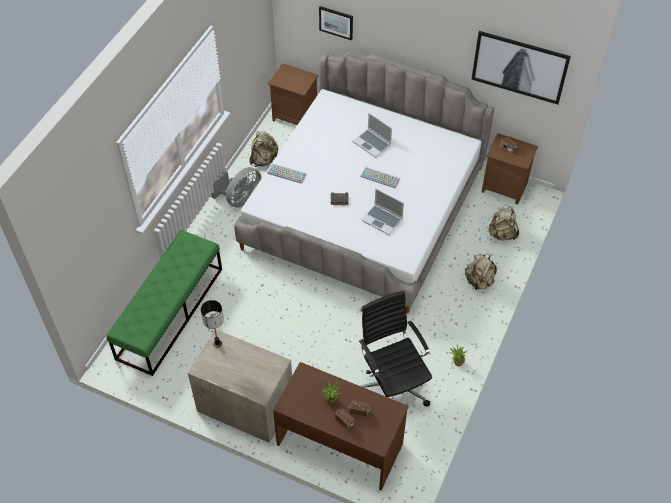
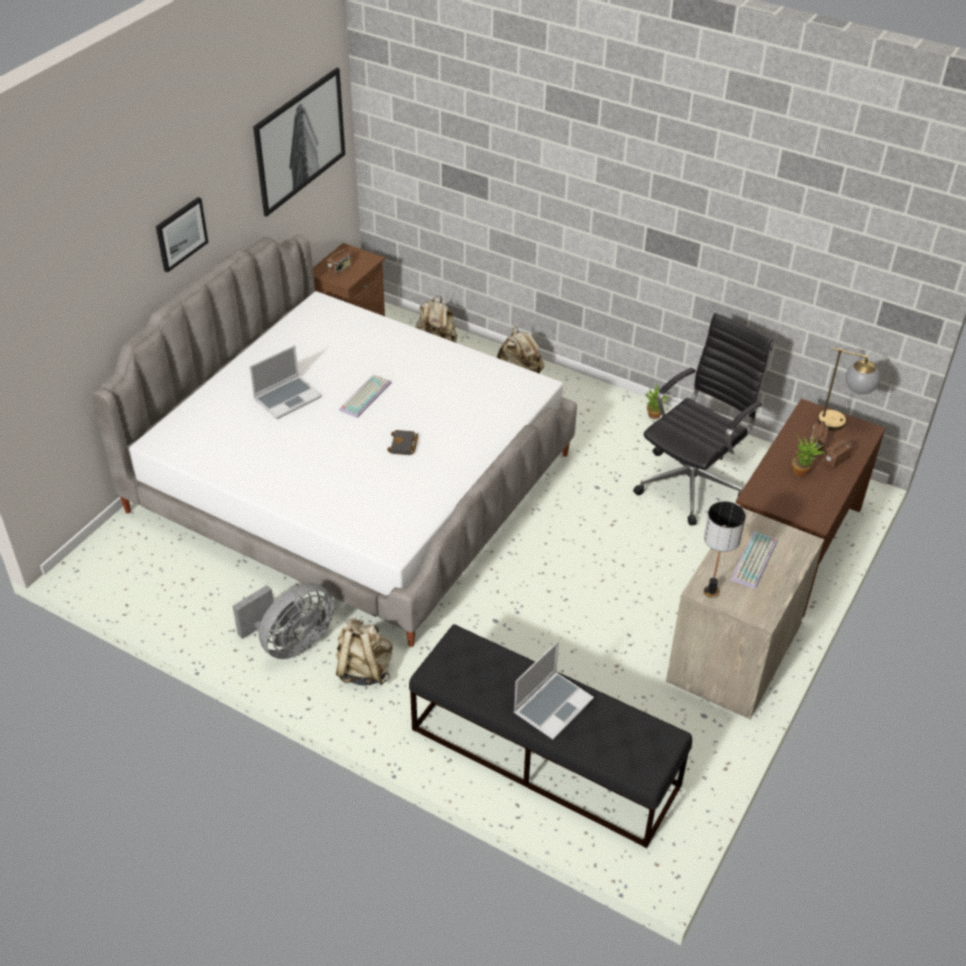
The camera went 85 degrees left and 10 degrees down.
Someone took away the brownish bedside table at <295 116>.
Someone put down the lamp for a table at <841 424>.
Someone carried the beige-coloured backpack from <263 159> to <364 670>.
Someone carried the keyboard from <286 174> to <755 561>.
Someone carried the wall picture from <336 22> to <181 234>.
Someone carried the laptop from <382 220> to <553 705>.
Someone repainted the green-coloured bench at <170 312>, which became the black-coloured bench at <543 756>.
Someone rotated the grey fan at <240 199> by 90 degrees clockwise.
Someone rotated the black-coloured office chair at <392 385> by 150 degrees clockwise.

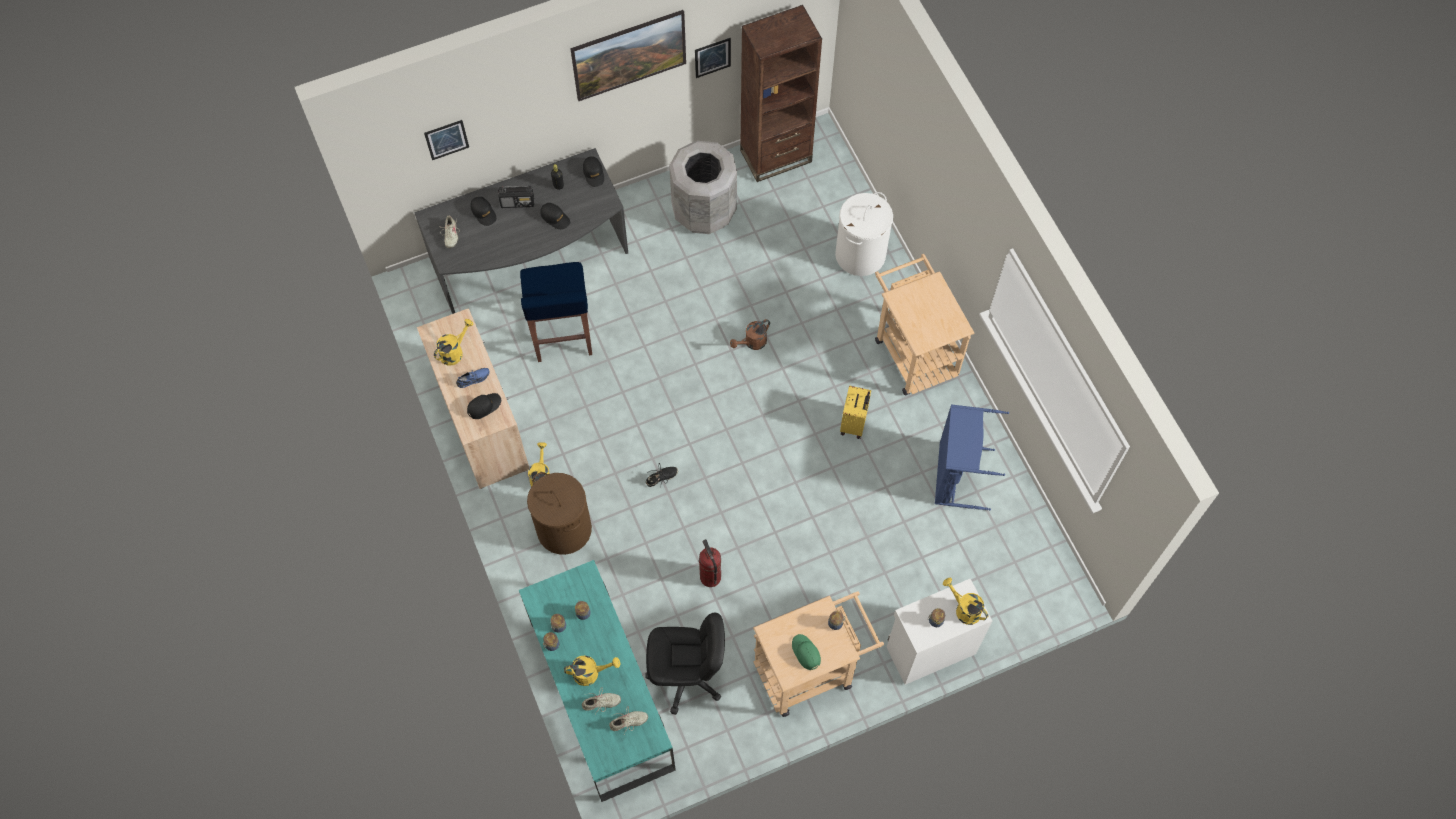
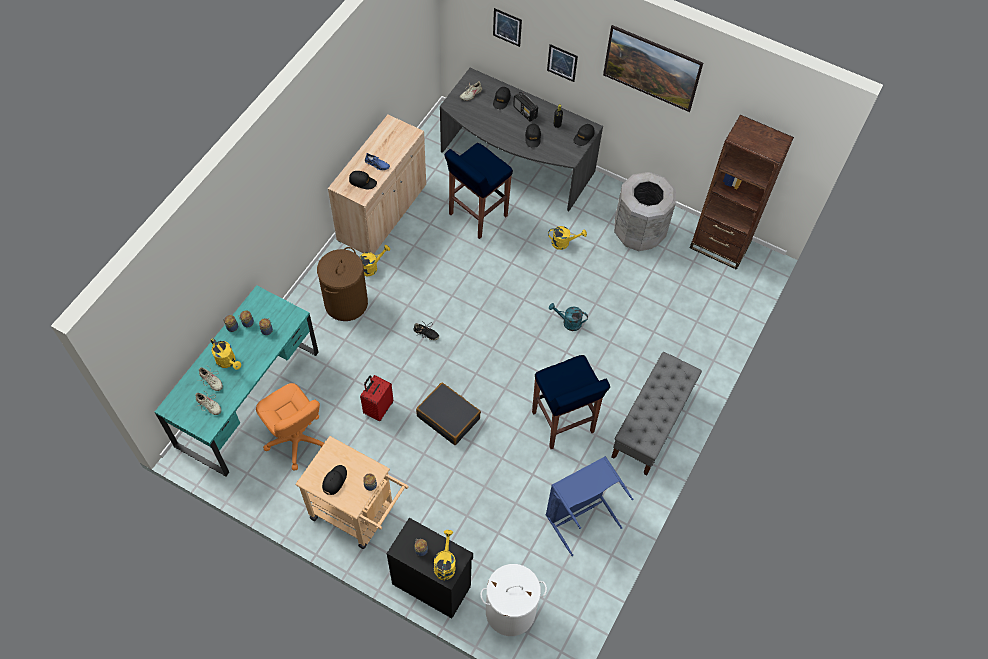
The camera went 50 degrees right and 5 degrees down.
Someone put down the black-coloured suitcase at <448 417>.
Someone carried the yellowish watering pot from <454 351> to <563 243>.
Someone carried the wall picture from <712 57> to <562 63>.
Someone carried the white-coloured hamper from <860 255> to <510 611>.
Someone swapped the fire extinguisher at <710 577> for the reddish suitcase at <378 408>.
Someone swapped the yellowish suitcase at <854 424> for the bluish sitting stool at <563 423>.
Someone swapped the beige-coloured trolley at <912 350> for the grey bench at <651 424>.
Someone repainted the black-coloured office chair at <686 676>, which became the orangey office chair at <296 440>.
Someone repainted the brownish watering pot at <752 343>, which became the turquoise-coloured watering pot at <568 322>.
Someone repainted the green-coloured baseball cap at <806 652>, which became the black-coloured baseball cap at <334 480>.
Someone repainted the white-coloured cabinet at <929 649>, which became the black-coloured cabinet at <431 584>.

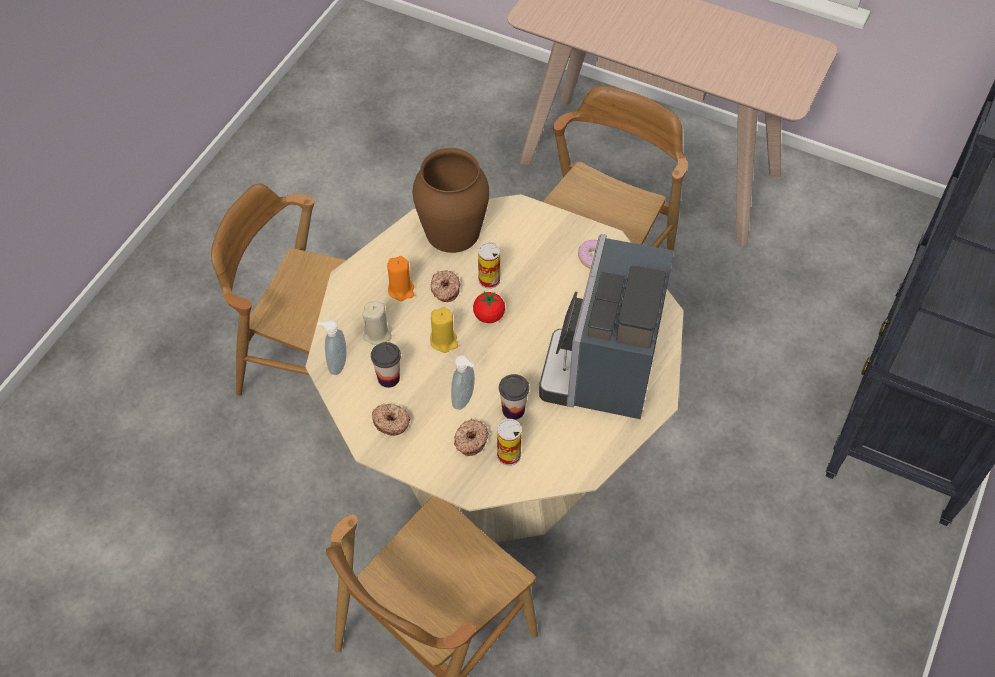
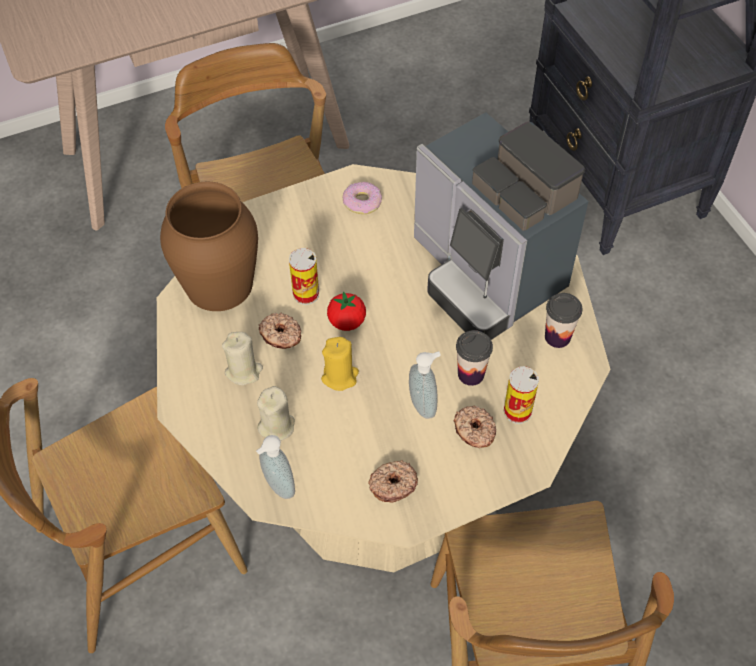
The camera went 50 degrees left and 0 degrees up.
Someone carried the drinking cup from <388 378> to <557 337>.
Someone repainted the orangey wax candle at <401 290>, which became the beige-coloured wax candle at <244 371>.

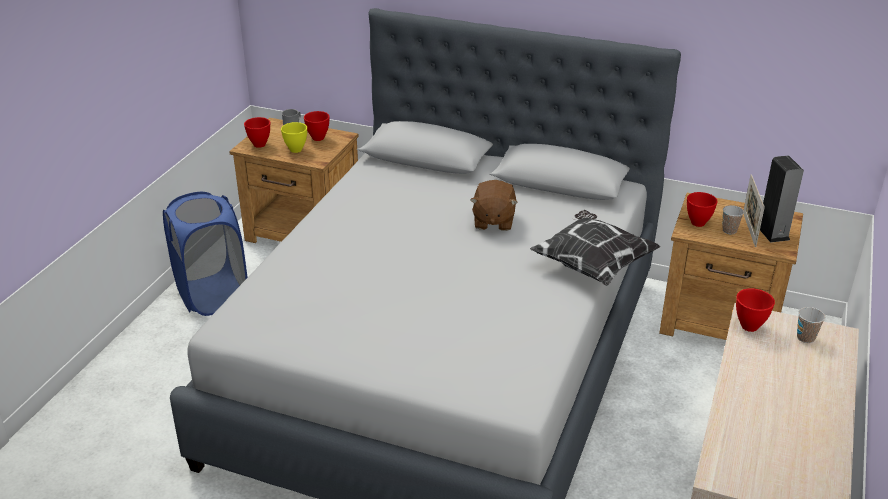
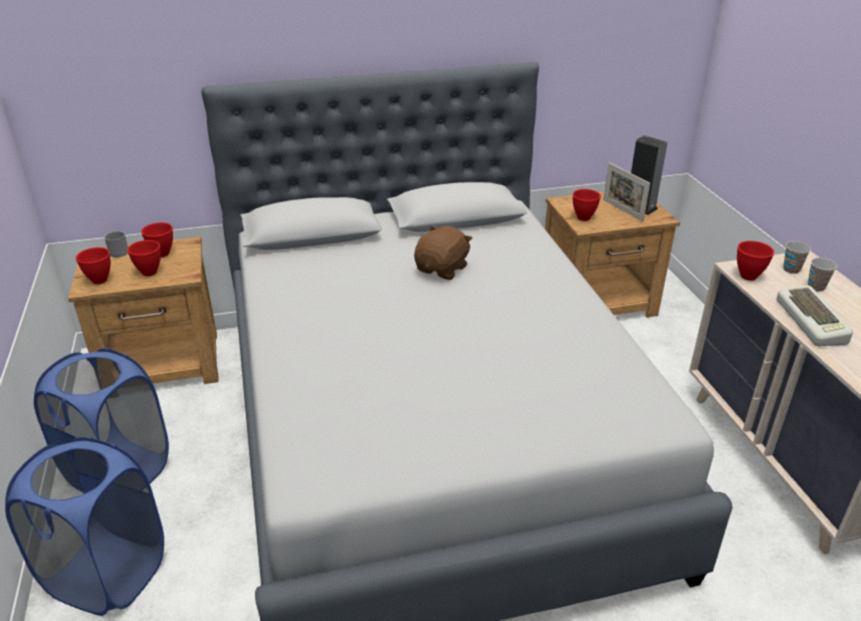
The camera went 35 degrees left and 0 degrees up.
Someone took away the throw pillow at <592 265>.
Someone put down the bluish hamper at <106 575>.
Someone put down the keyboard at <813 322>.
Someone carried the drinking cup from <729 230> to <816 287>.
Someone repainted the yellowish deep dish at <296 150>, which became the reddish deep dish at <150 272>.
Someone rotated the brownish cuddly toy at <493 221> by 120 degrees counterclockwise.

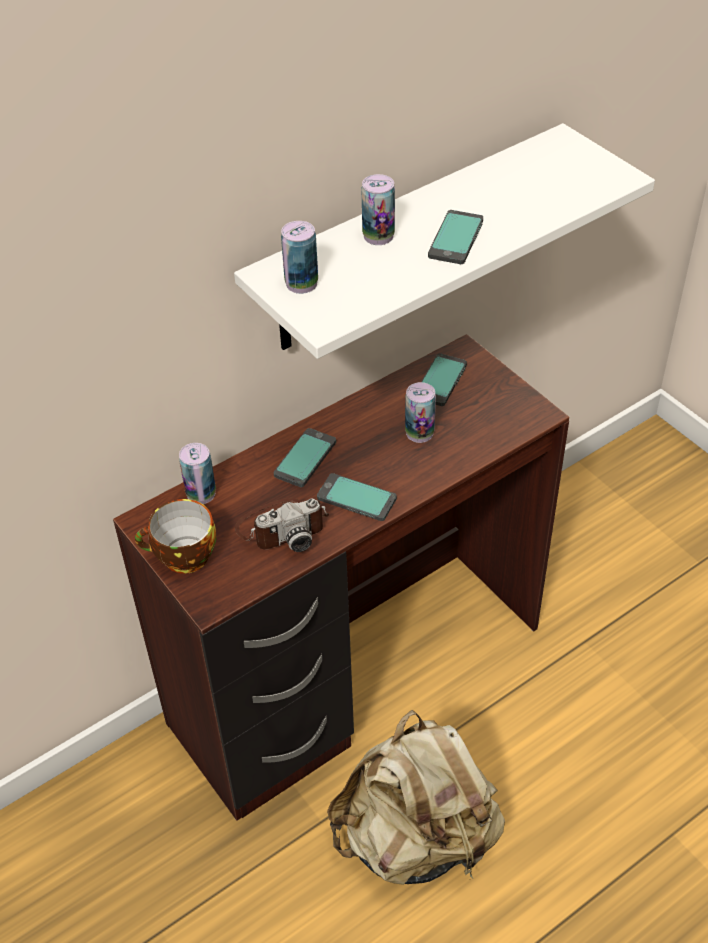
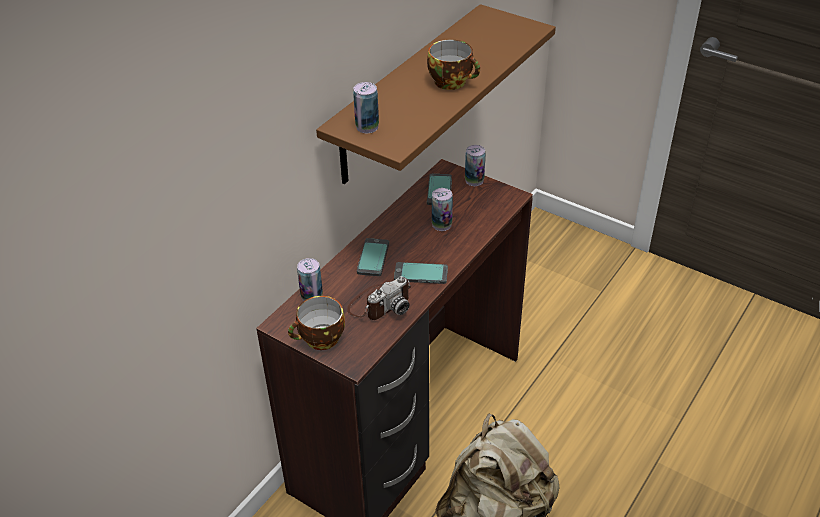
The camera went 20 degrees left and 5 degrees down.
Someone carried the metal can from <378 236> to <474 180>.
Someone swapped the phone at <456 238> for the drinking cup at <452 82>.
Someone repainted the white-coloured wall shelf at <408 240>, which became the brownish wall shelf at <406 95>.

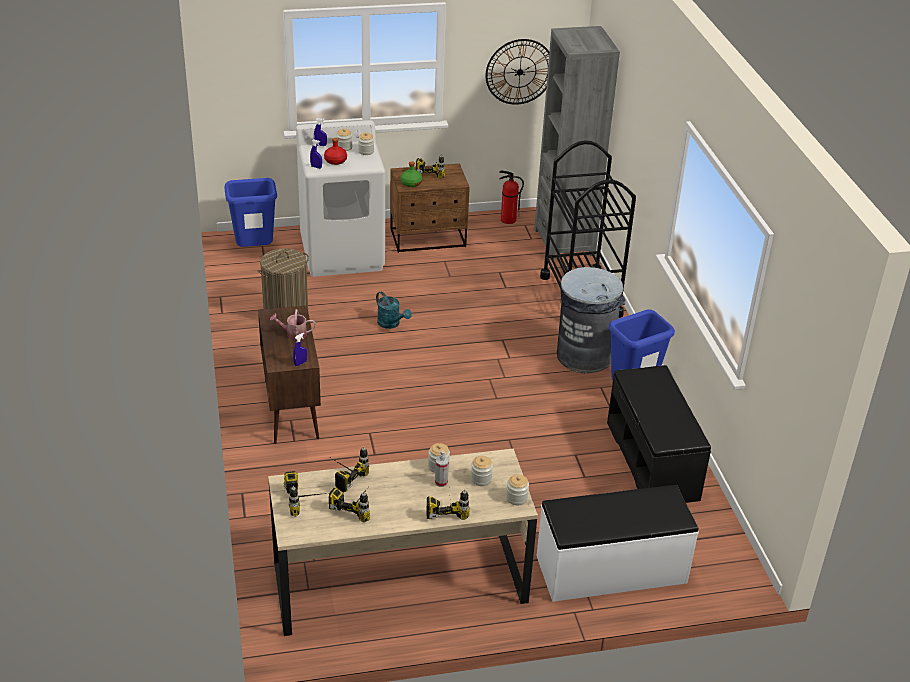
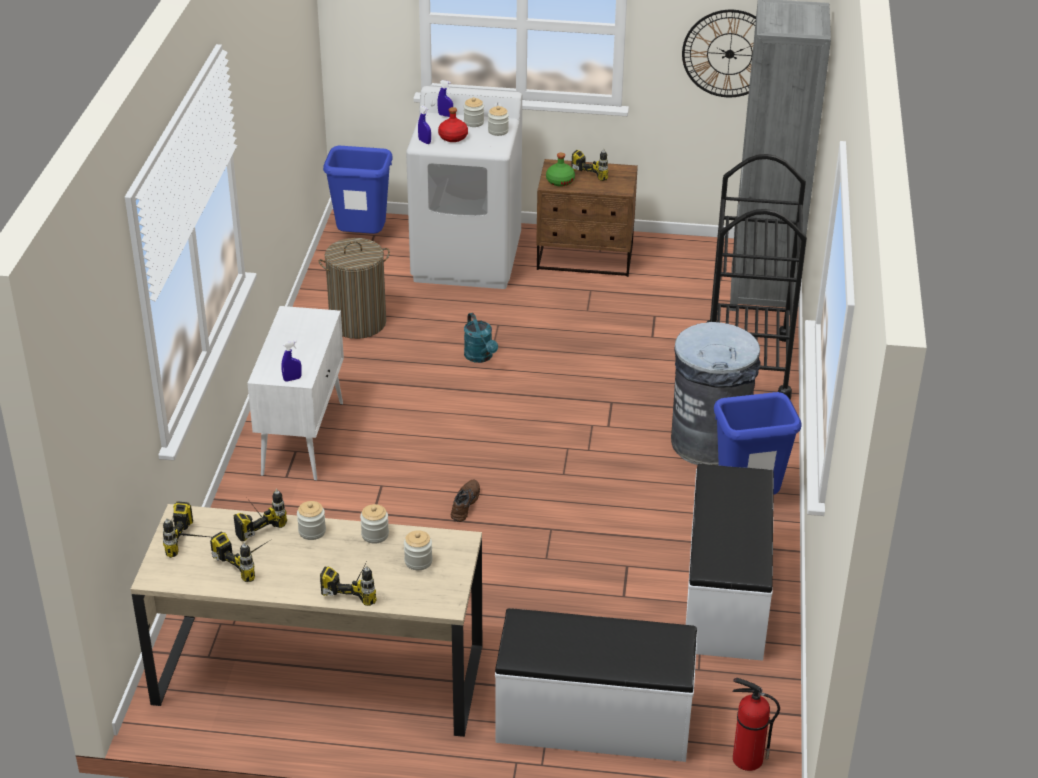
The camera went 20 degrees right and 0 degrees up.
Someone took away the watering pot at <293 334>.
Someone took away the sprayer at <441 482>.
Someone put down the brownish item of footwear at <463 504>.
Someone carried the fire extinguisher from <507 220> to <746 759>.
Someone carried the storage jar from <516 498> to <312 531>.
Someone repainted the brownish cabinet at <291 408>, which became the white-coloured cabinet at <303 437>.
Someone repainted the black-coloured bench at <653 460>, which became the white-coloured bench at <727 594>.

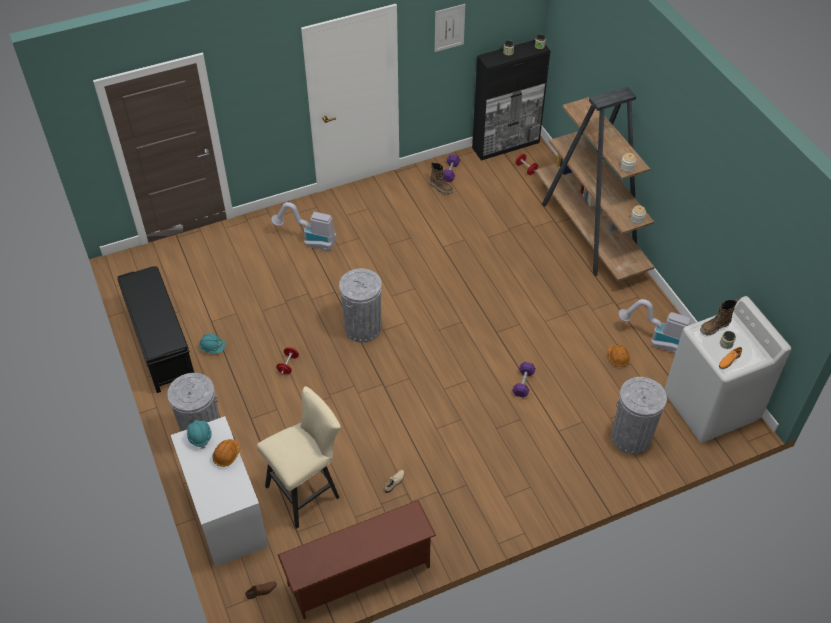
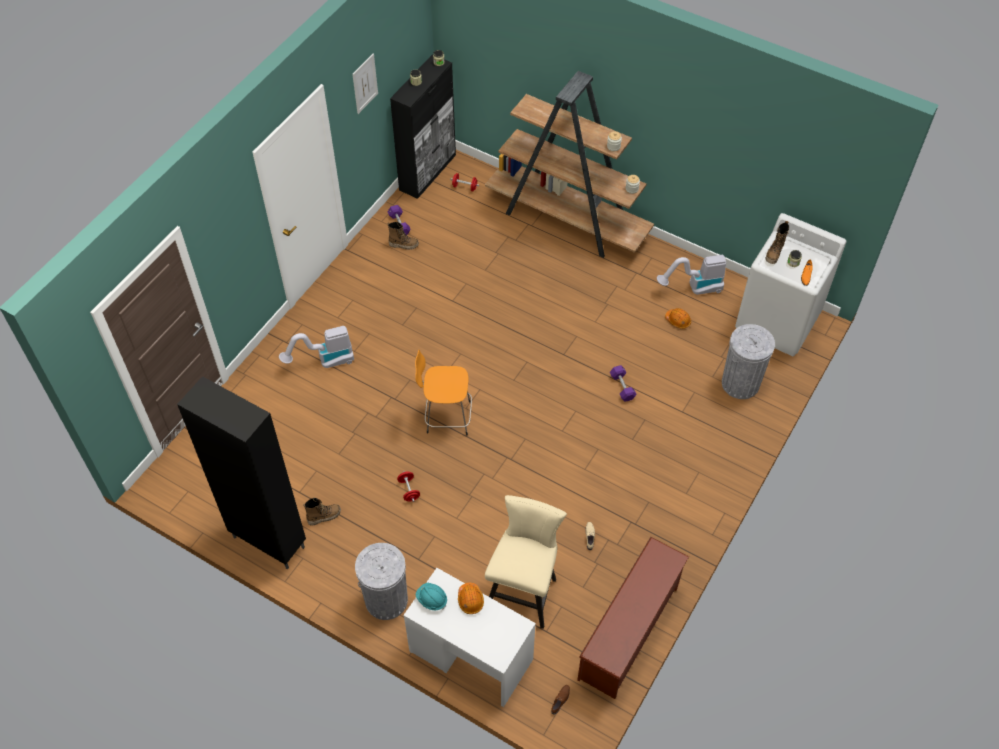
The camera went 35 degrees left and 5 degrees up.
Someone swapped the black-coloured bench at <160 343> for the black-coloured cabinet at <268 541>.
Someone swapped the turquoise-coloured safety helmet at <213 348> for the tall boot at <324 516>.
Someone swapped the grey rubbish bin at <363 328> for the orangey sitting stool at <446 417>.

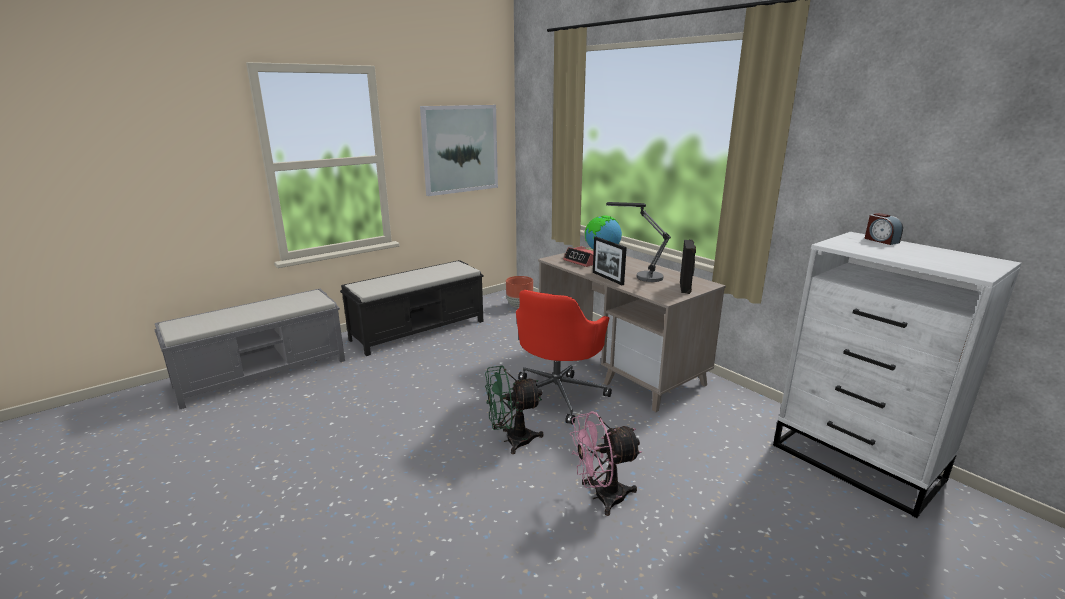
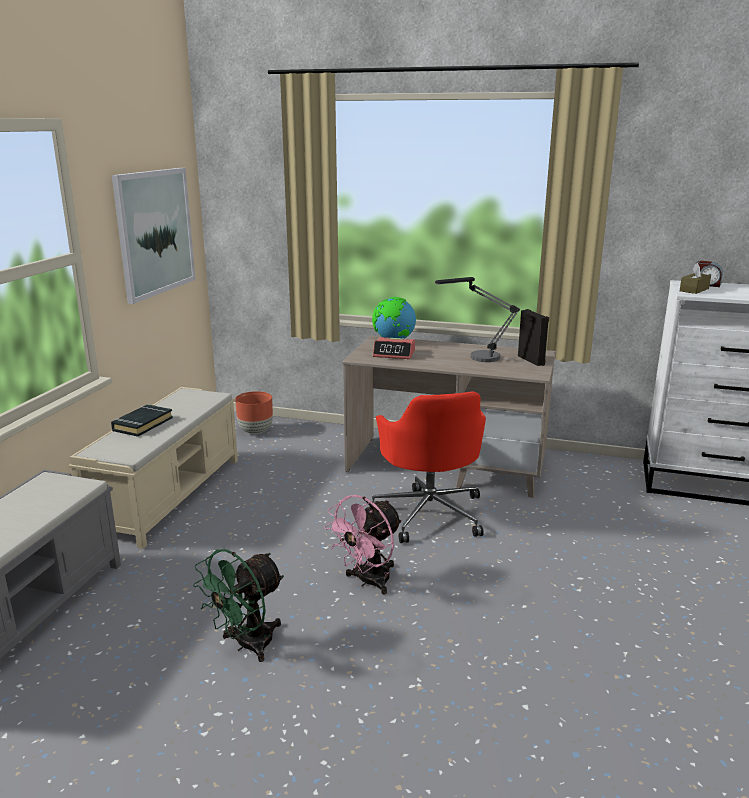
The camera went 35 degrees left and 0 degrees up.
Someone took away the standing frame at <607 278>.
Someone put down the black-coloured book at <142 424>.
Someone put down the brownish box of tissues at <694 290>.
Someone carried the green-coloured fan from <511 440> to <246 645>.
Someone carried the pink fan from <601 497> to <368 582>.
Someone repainted the black-coloured bench at <419 330>, which became the beige-coloured bench at <169 495>.

